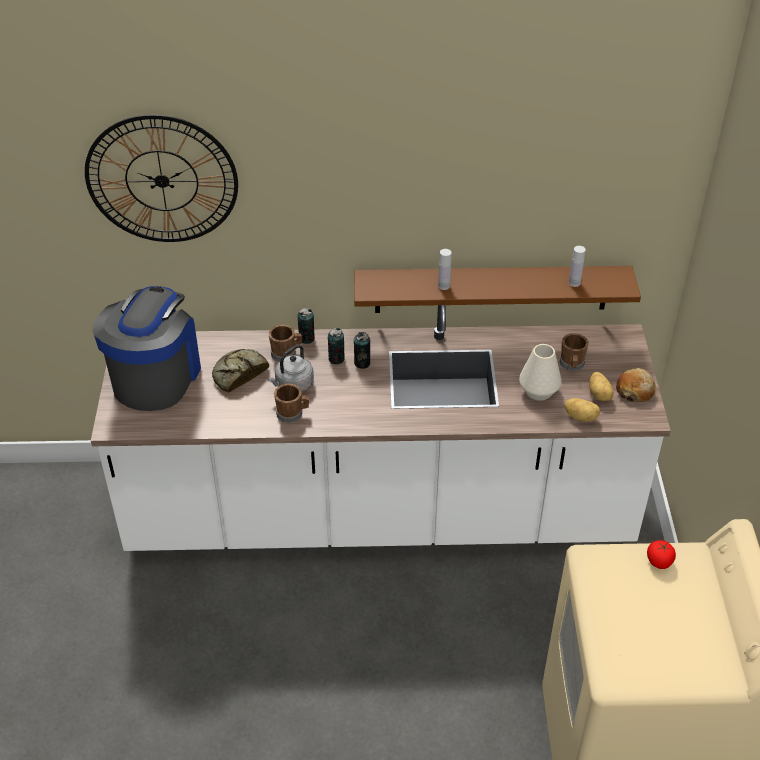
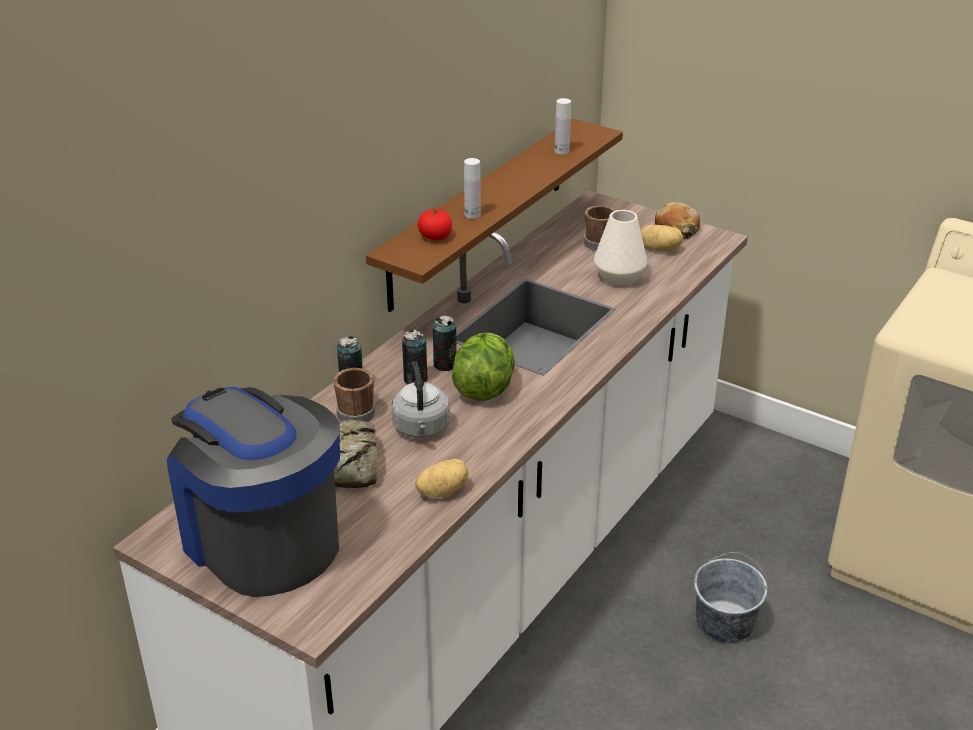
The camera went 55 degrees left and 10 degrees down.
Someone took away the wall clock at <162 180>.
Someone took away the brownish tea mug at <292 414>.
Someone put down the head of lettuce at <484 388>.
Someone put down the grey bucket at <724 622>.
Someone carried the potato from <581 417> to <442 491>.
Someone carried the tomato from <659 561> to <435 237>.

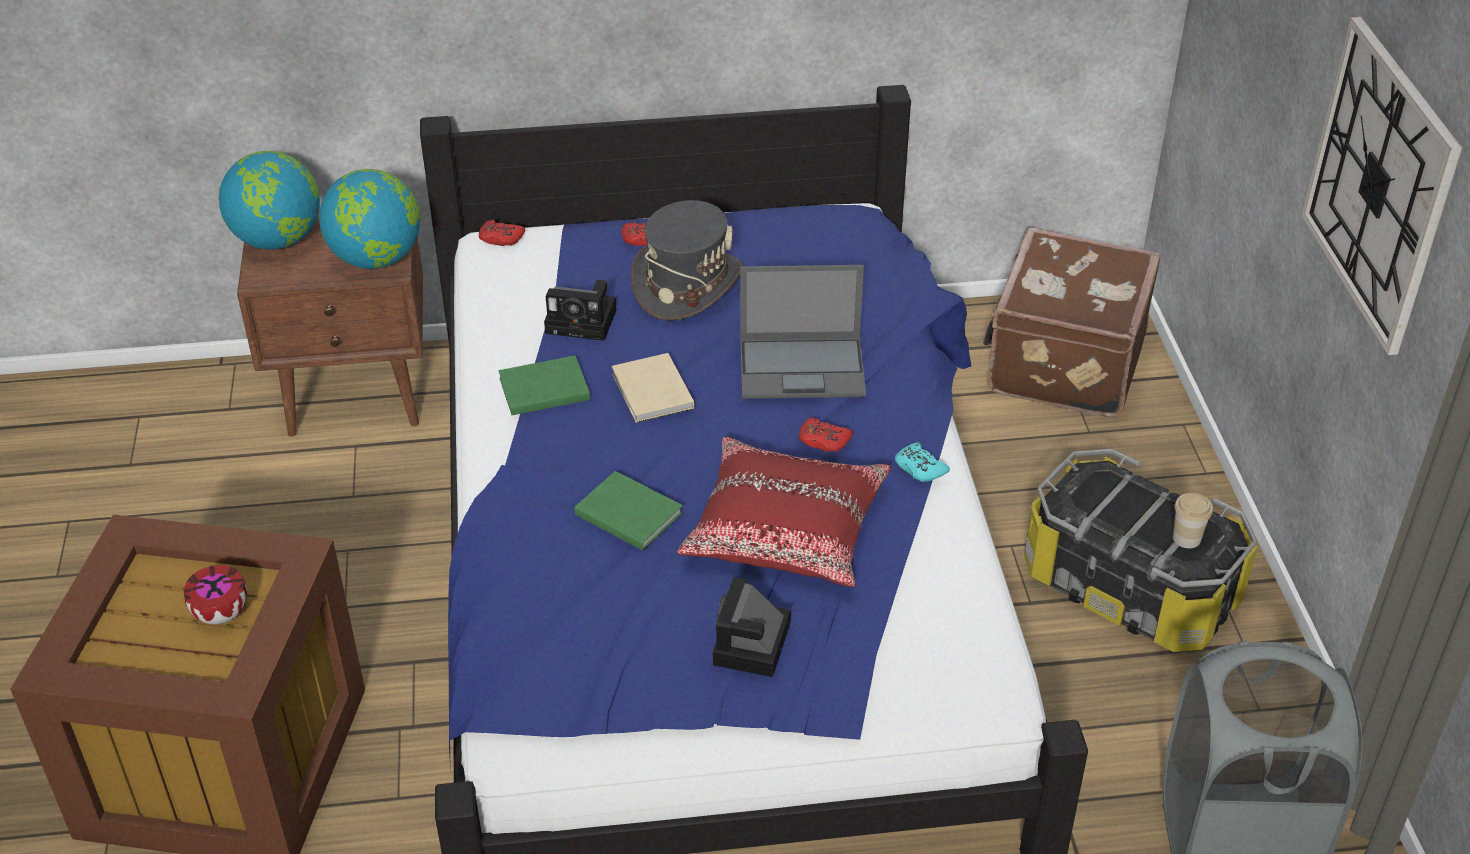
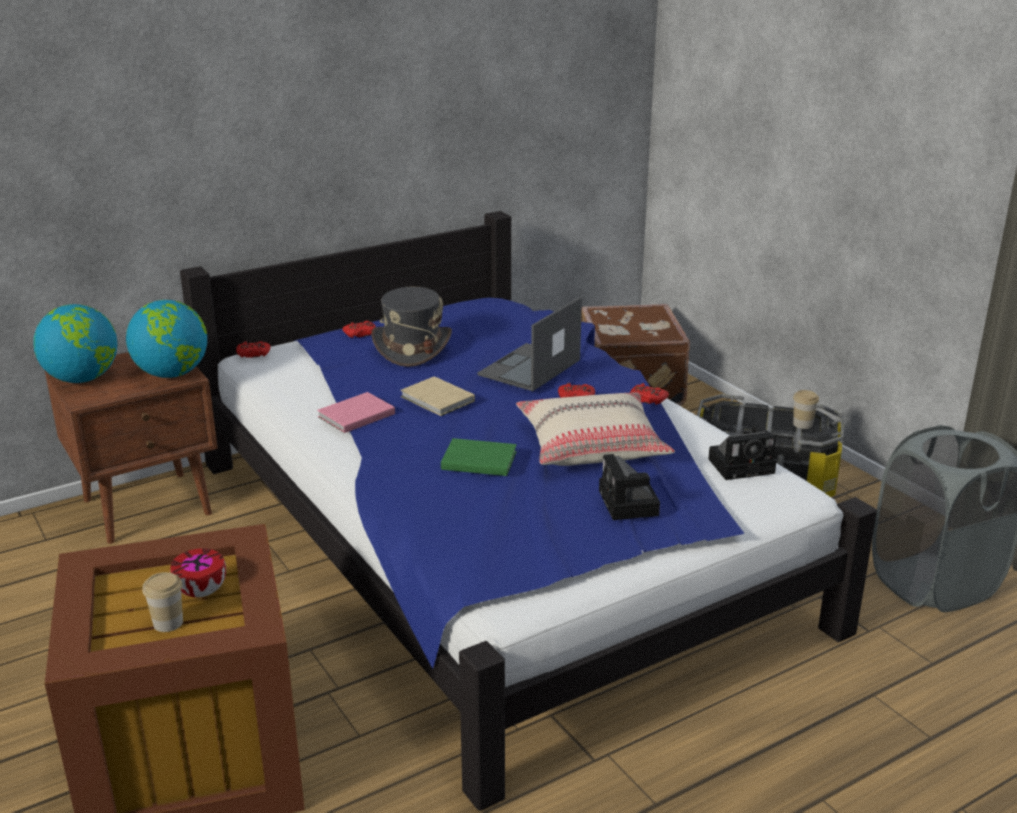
The camera went 25 degrees left and 15 degrees down.
Someone took away the wall clock at <1379 184>.
Someone put down the drinking cup at <168 623>.
Someone carried the photo camera from <584 321> to <743 465>.
Someone repainted the green-coloured book at <541 388>, which became the pink book at <354 415>.
Someone repainted the reddish throw pillow at <786 529>, which became the beige-coloured throw pillow at <592 445>.
Someone repainted the turquoise-coloured gamepad at <919 468>, which became the reddish gamepad at <647 399>.
Someone rotated the laptop at <803 367> by 150 degrees clockwise.

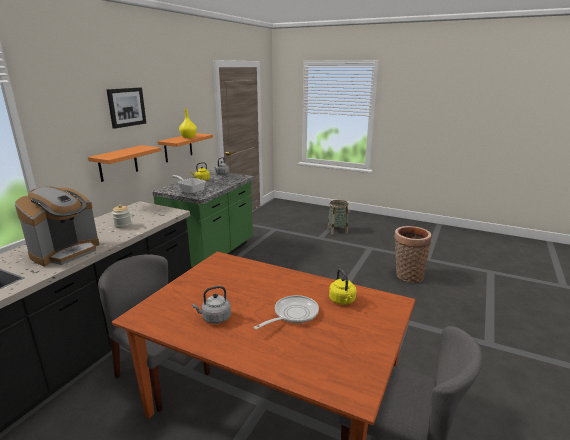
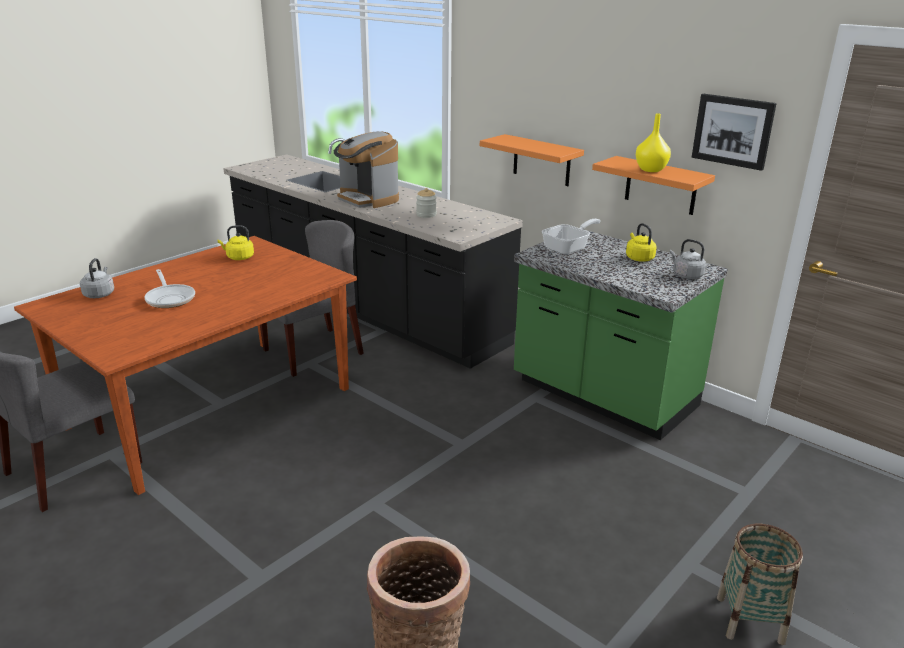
The camera went 105 degrees right and 5 degrees up.
Someone carried the wall picture from <126 107> to <733 131>.
Someone carried the grey water kettle from <215 318> to <100 294>.
Someone carried the yellowish water kettle from <342 301> to <238 257>.

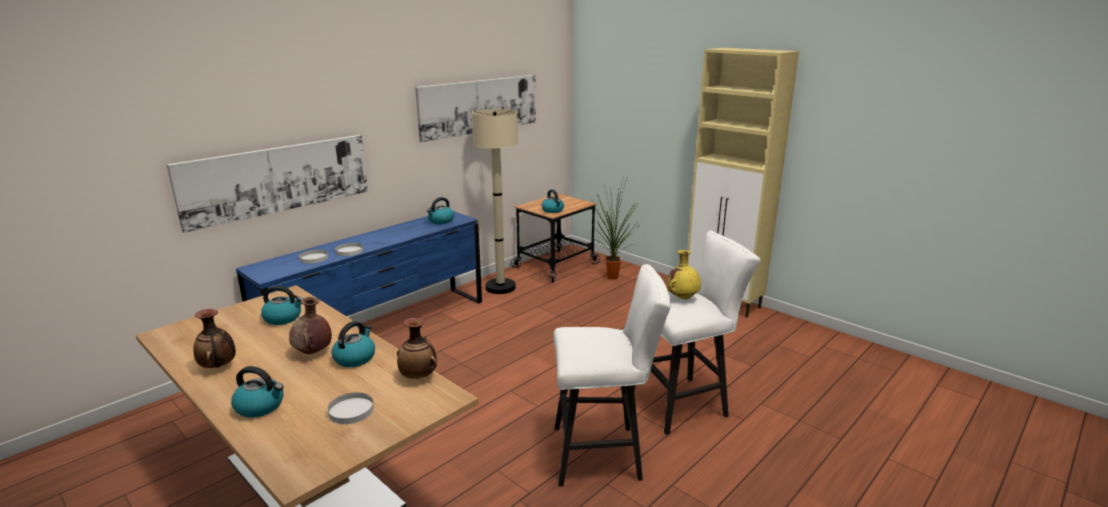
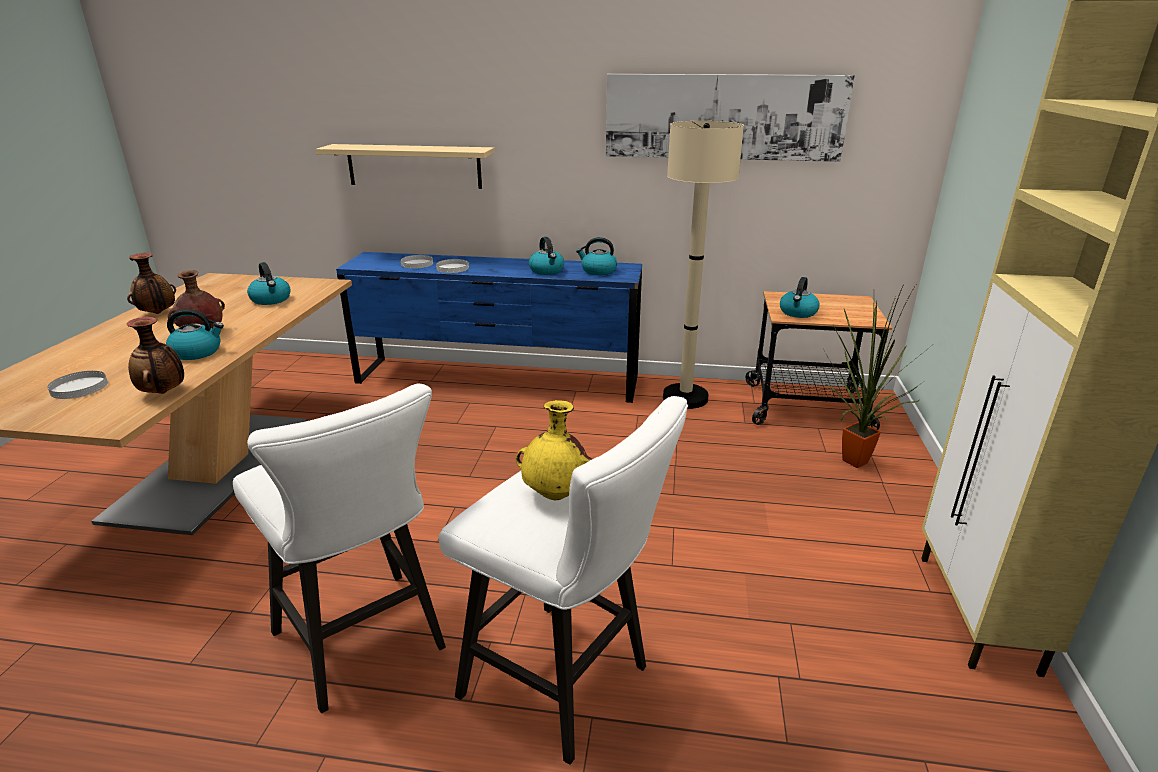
The camera went 55 degrees right and 5 degrees up.
Someone carried the water kettle from <261 406> to <547 271>.
Someone swapped the wall picture at <278 179> for the beige-coloured wall shelf at <414 166>.

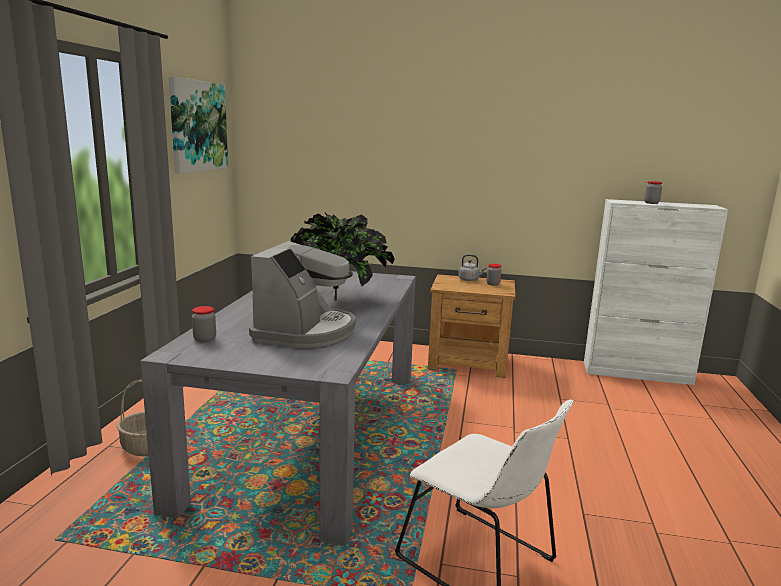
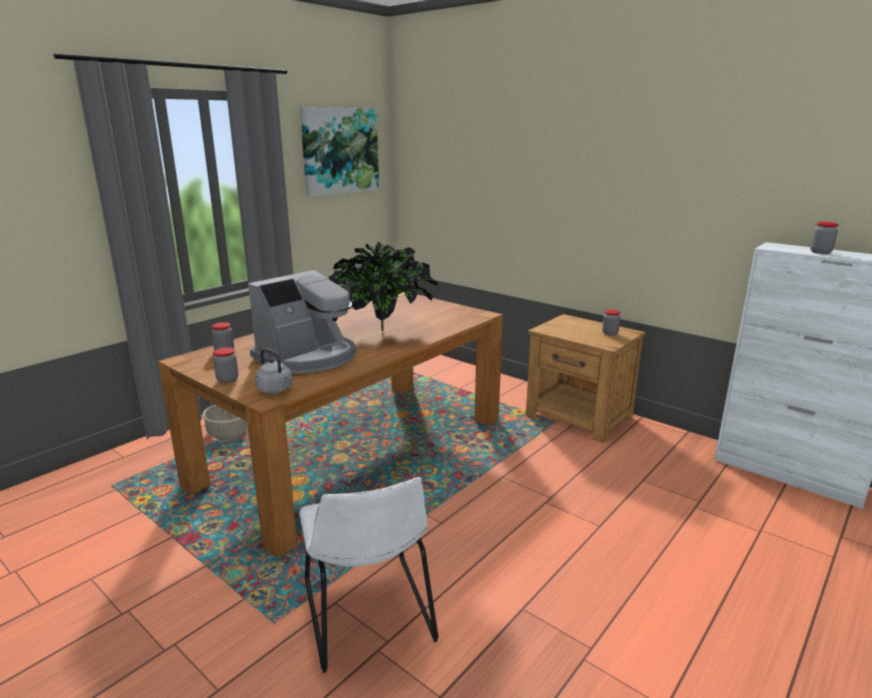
The camera went 30 degrees right and 5 degrees up.
Someone put down the storage jar at <227 379>.
Someone carried the grey water kettle from <470 280> to <276 390>.
Someone repainted the grey kitchen table at <311 431>, which became the brownish kitchen table at <355 451>.

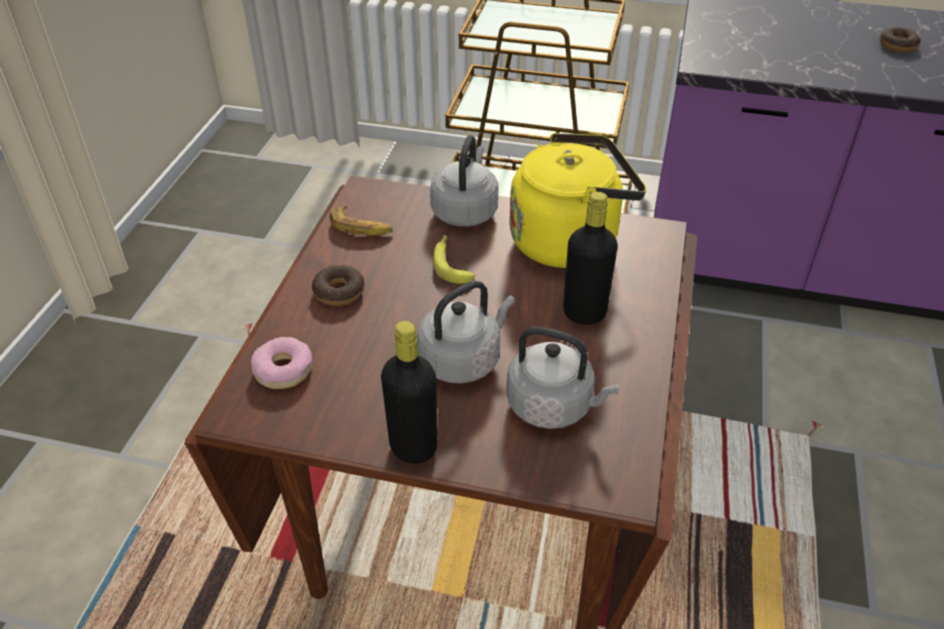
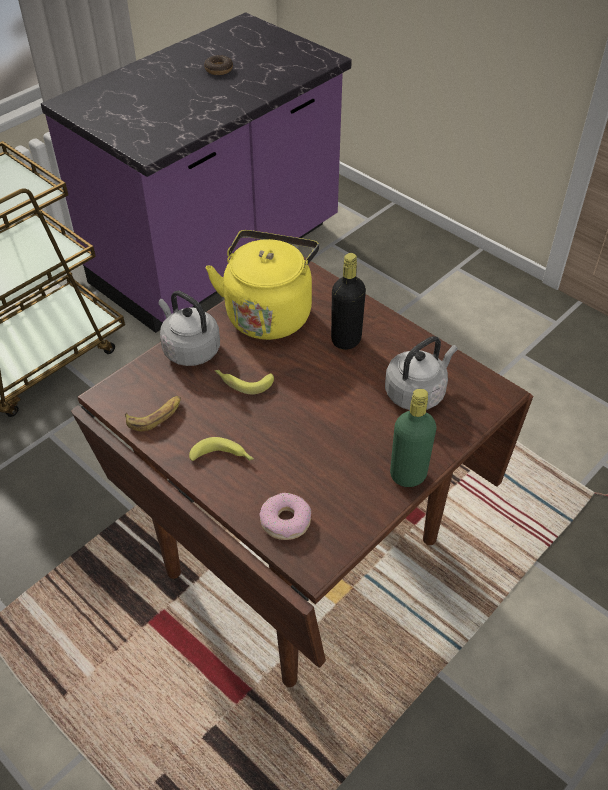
The camera went 60 degrees left and 5 degrees up.
Someone took away the grey water kettle at <463 359>.
Someone swapped the ring doughnut at <339 292> for the banana fruit at <223 457>.
Someone repainted the black-coloured bottle at <413 447>, which became the green-coloured bottle at <408 475>.

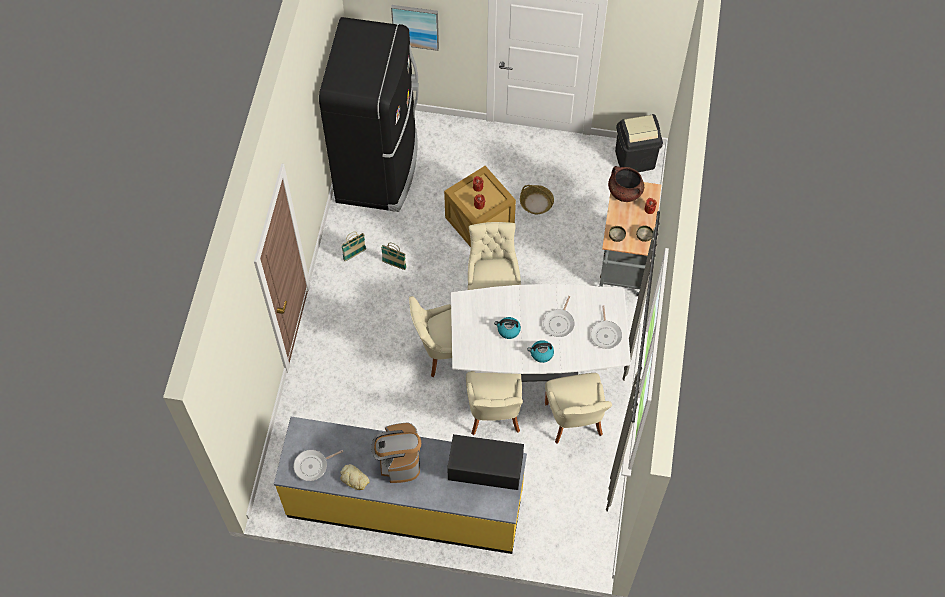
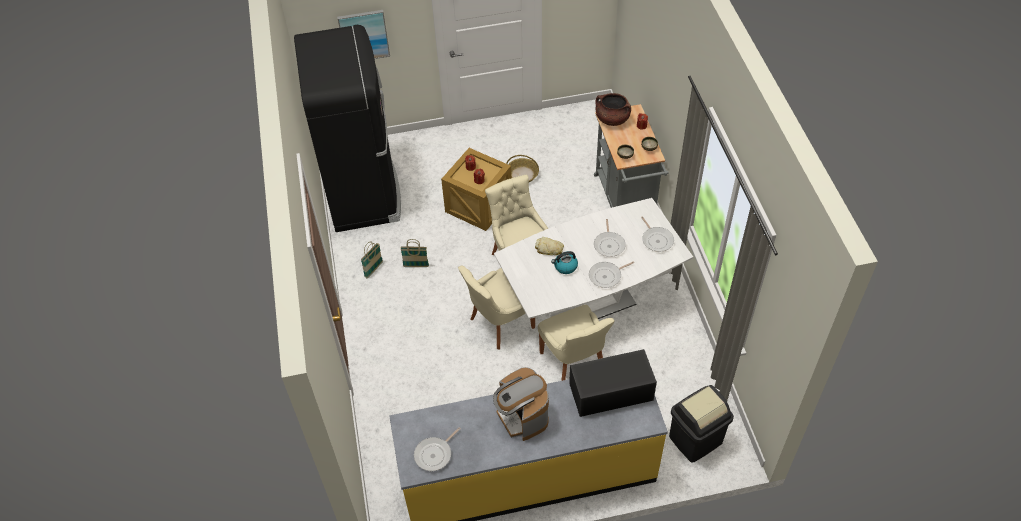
The camera went 20 degrees left and 10 degrees down.
Someone took away the beige-coloured plain chair at <574 421>.
Someone carried the bread from <354 479> to <549 249>.
Someone carried the black-coloured rubbish bin from <634 159> to <695 439>.
Someone swapped the water kettle at <541 354> for the pan at <607 276>.

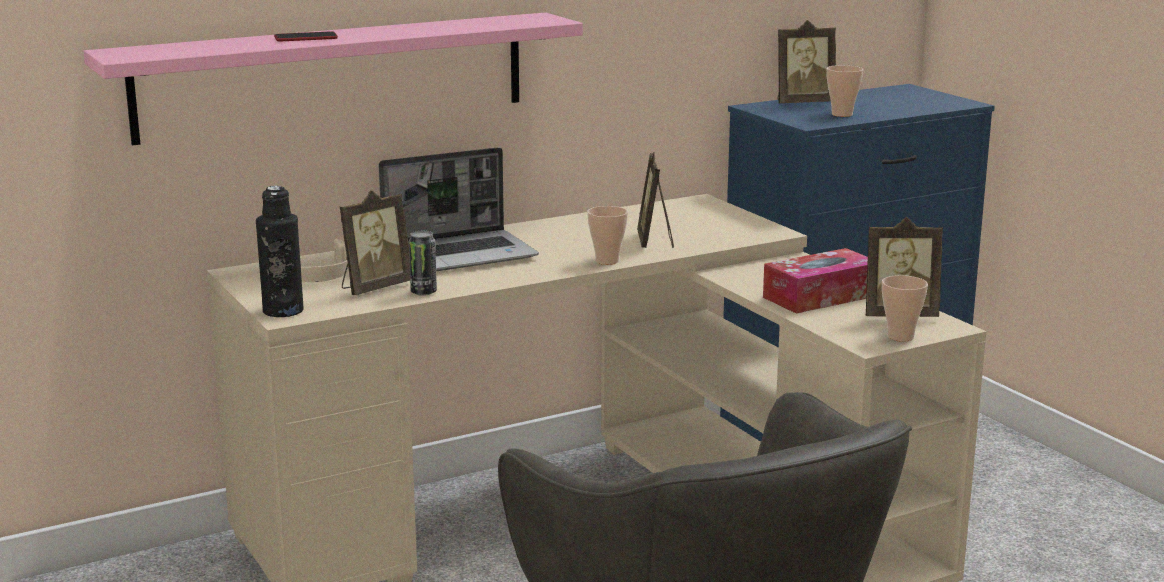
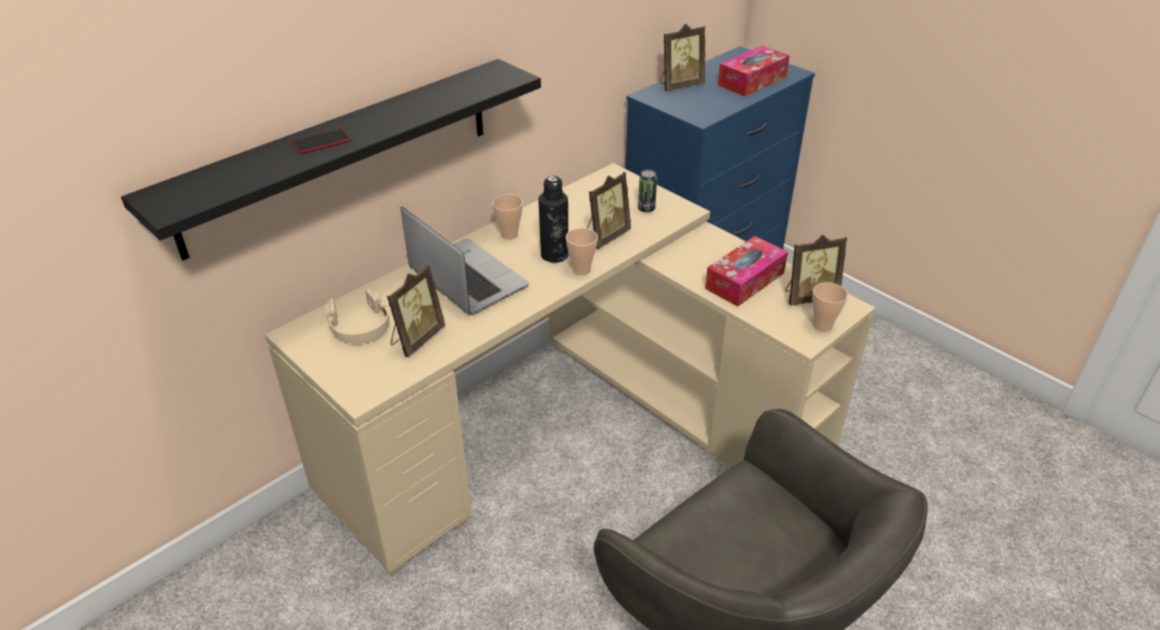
The camera went 15 degrees left and 20 degrees up.
Someone put down the box of tissues at <752 81>.
Someone carried the black-coloured bottle from <283 311> to <554 255>.
Someone carried the metal can from <423 292> to <646 209>.
Someone carried the drinking cup from <842 114> to <509 235>.
Someone repainted the pink wall shelf at <334 76>, which became the black-coloured wall shelf at <340 155>.
Someone rotated the laptop at <461 255> by 90 degrees counterclockwise.
Someone rotated the standing frame at <655 242> by 120 degrees counterclockwise.

